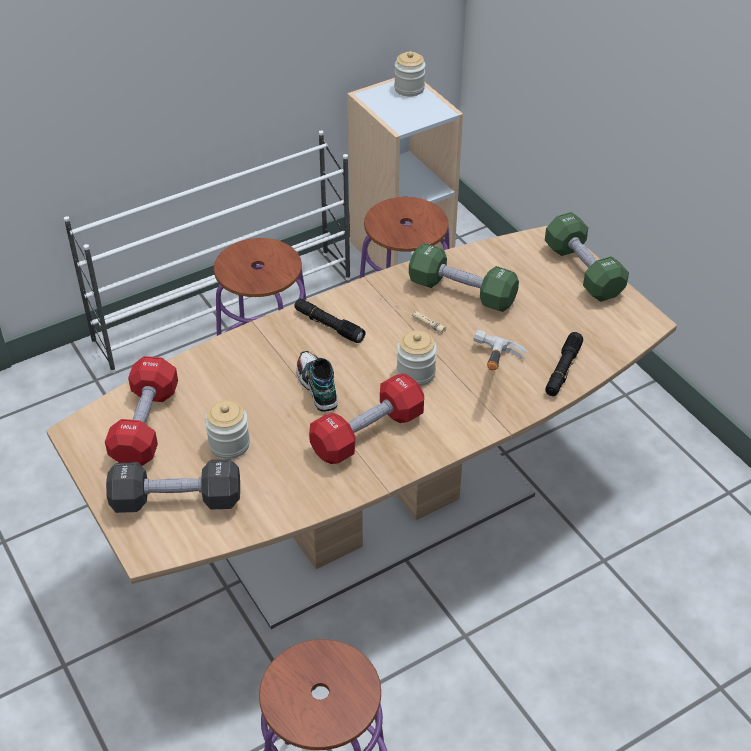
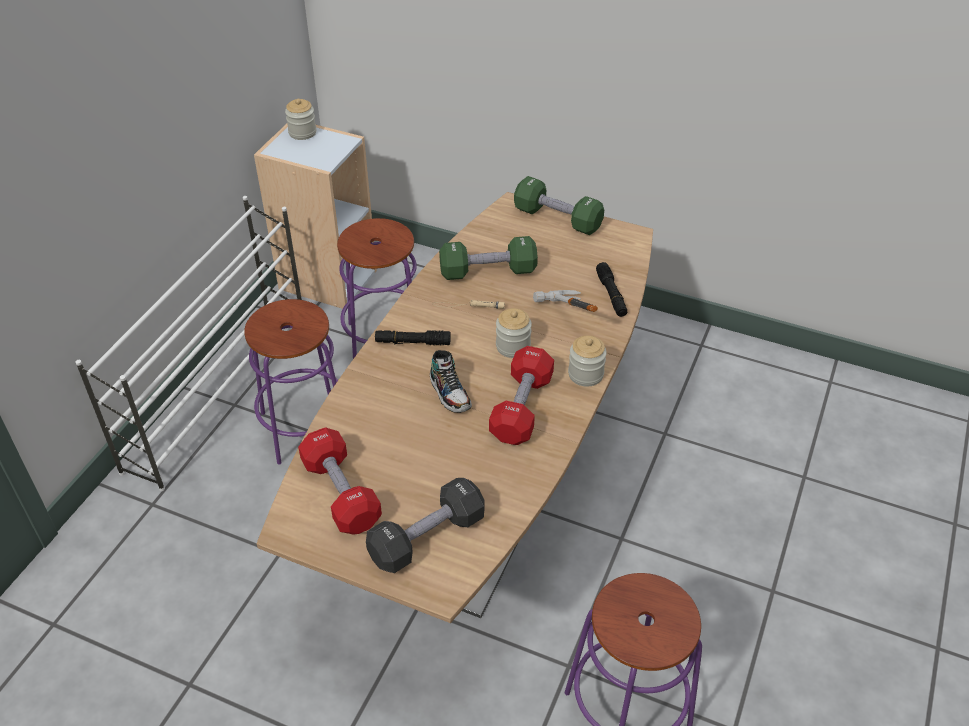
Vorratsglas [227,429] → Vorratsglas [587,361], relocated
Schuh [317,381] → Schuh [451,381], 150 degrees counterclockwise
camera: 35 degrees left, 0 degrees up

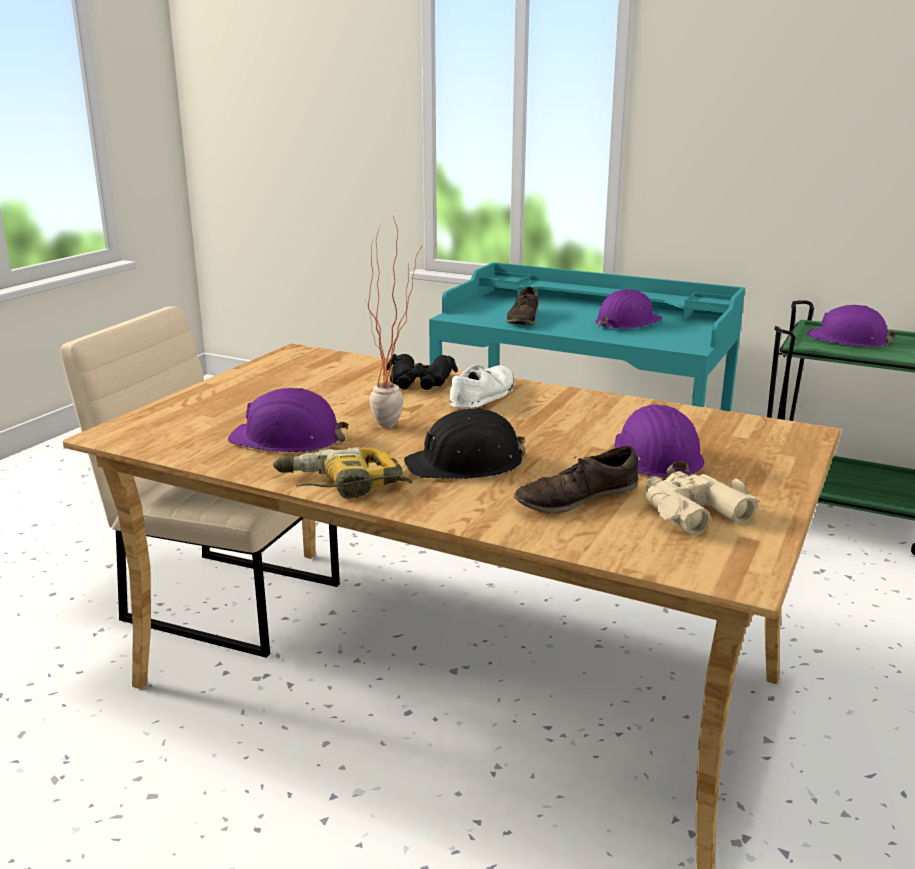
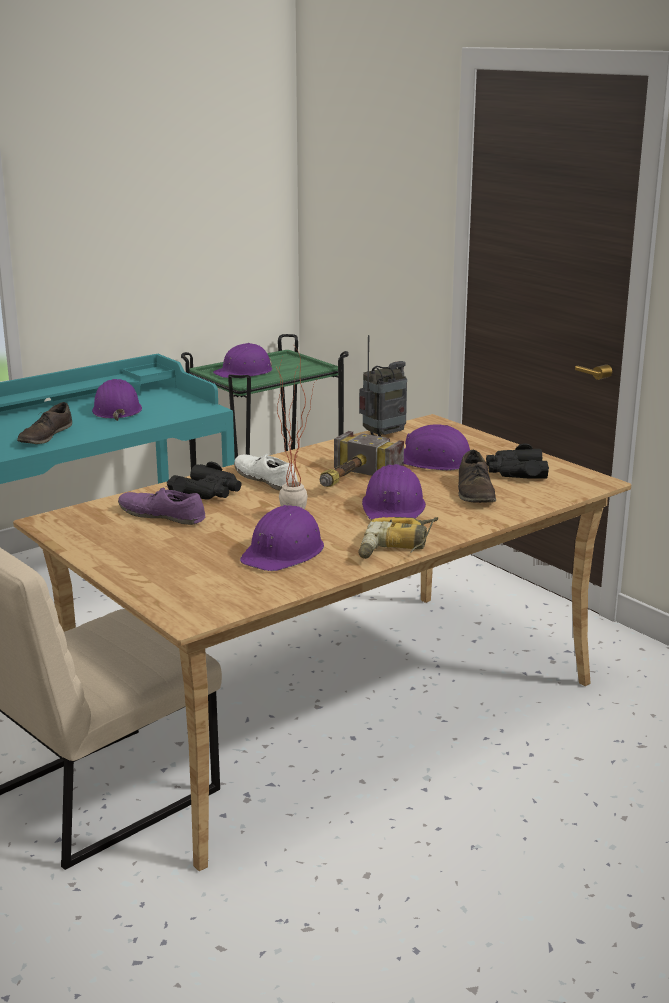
- → Schuh (lila) [161,505]
- → Hammer [361,459]
- → Radio [383,386]
Schutzhelm (schwarz) [464,443] → Schutzhelm (lila) [394,492]
Fernglas (beige) [702,503] → Fernglas (schwarz) [517,461]
Schuh (braun) [522,306] → Schuh (braun) [44,423], 75 degrees clockwise
camera: 65 degrees left, 0 degrees up

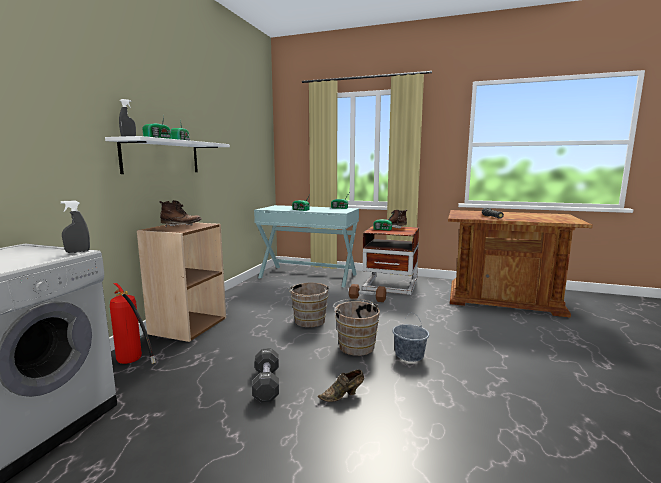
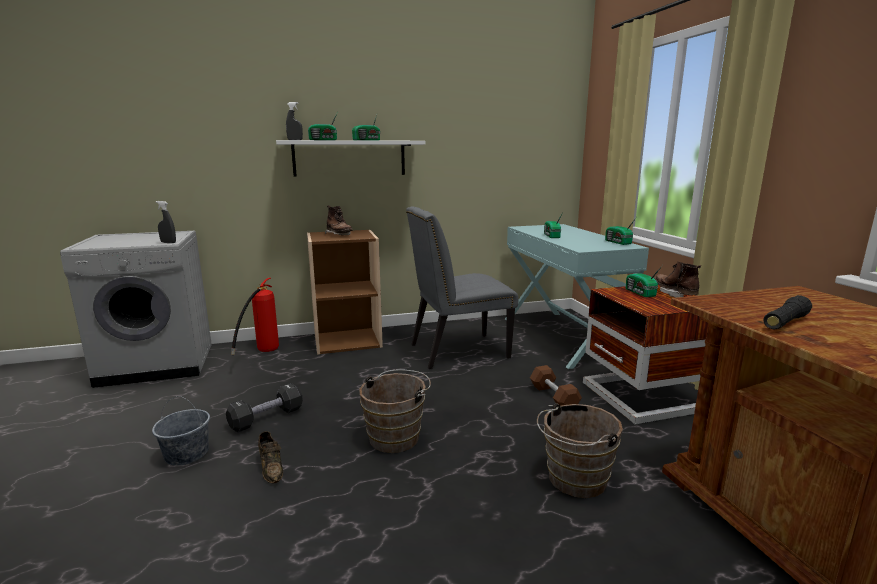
- → Stuhl (grau) [462,287]
Eimer (braun) [309,305] → Eimer (braun) [580,450], relocated
Eimer (grau) [411,337] → Eimer (grau) [181,431], relocated
Schuh (braun) [341,386] → Schuh (braun) [270,457], 150 degrees counterclockwise
camera: 55 degrees right, 5 degrees up

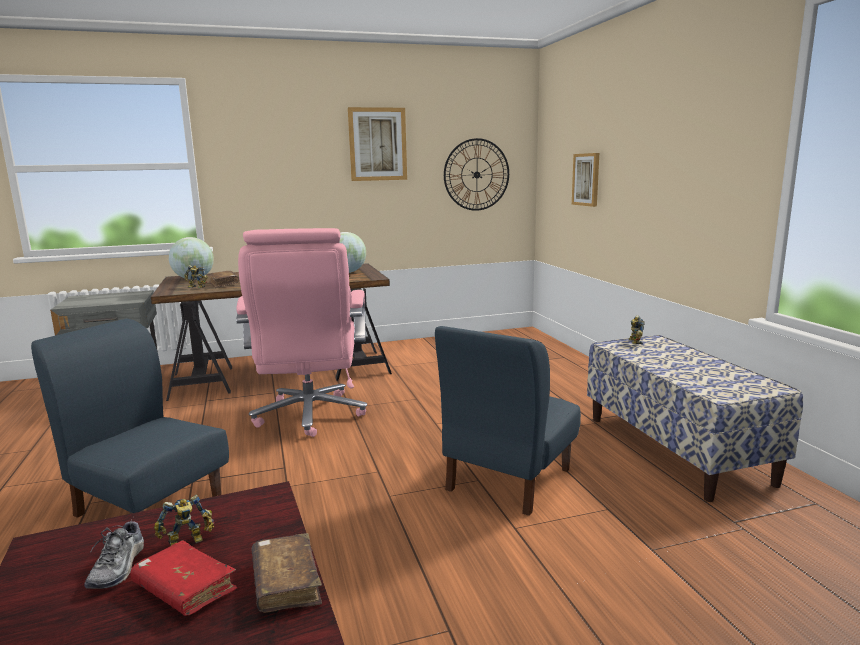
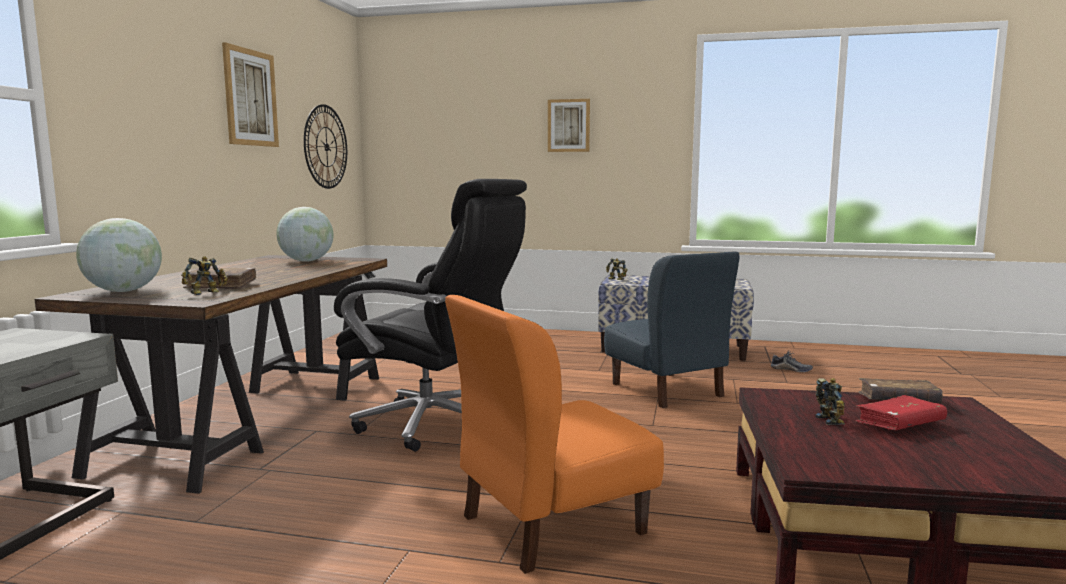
Schuh [114,555] → Schuh [792,361], relocated
Bild [585,180] → Bild [569,125], relocated
Stuhl (blau) [130,418] → Stuhl (orange) [554,434]
Bürostuhl (rosa) [301,332] → Bürostuhl (schwarz) [430,315]
camera: 60 degrees left, 5 degrees down

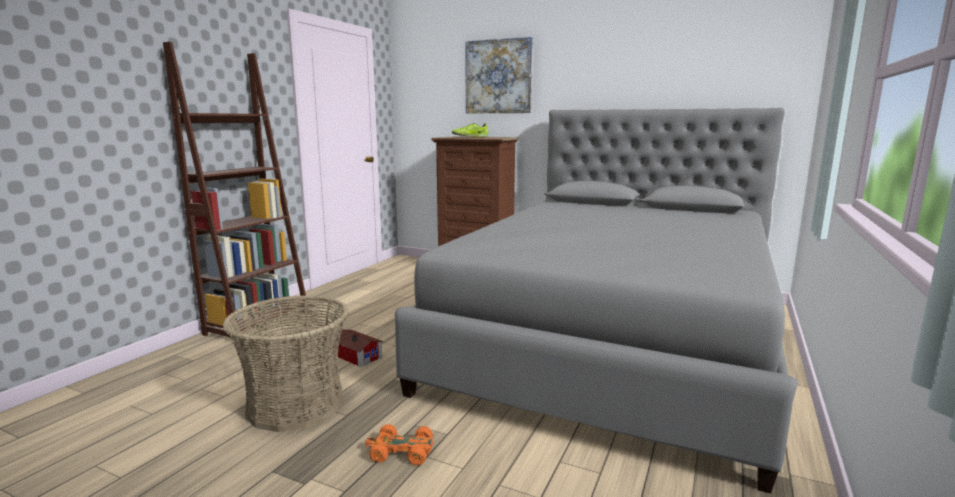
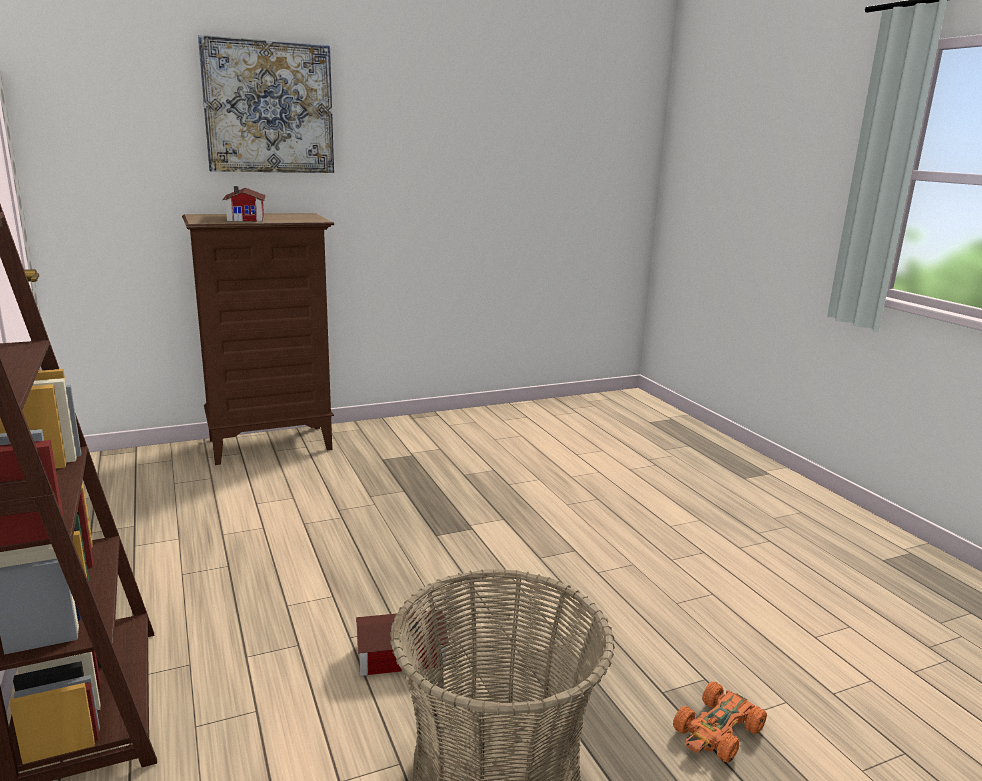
Bett (grau) [596,301] → -
Schuh [470,130] → Spielzeughaus [244,204]
camera: 50 degrees left, 5 degrees up

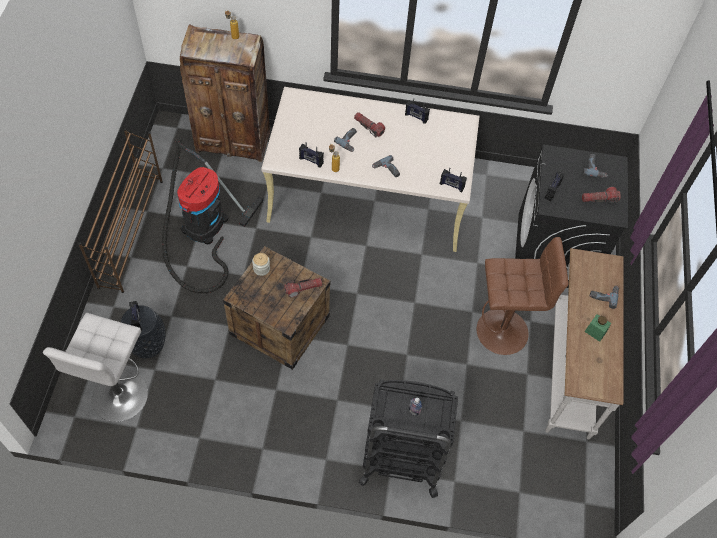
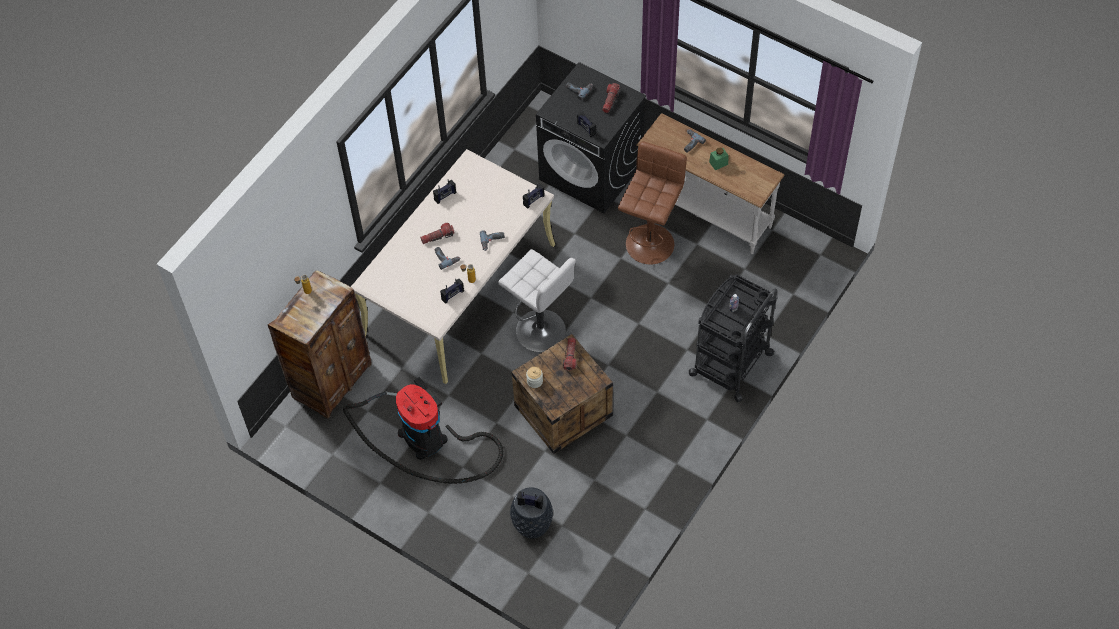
Schuhregal (braun) [120,210] → -
Hocker (weiß) [95,367] → Hocker (weiß) [537,300], relocated
camera: 60 degrees left, 0 degrees up

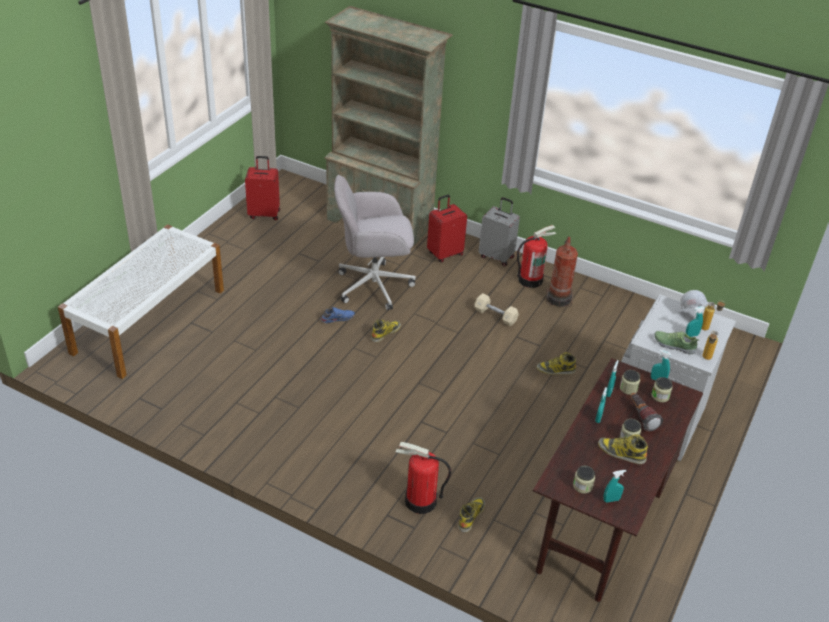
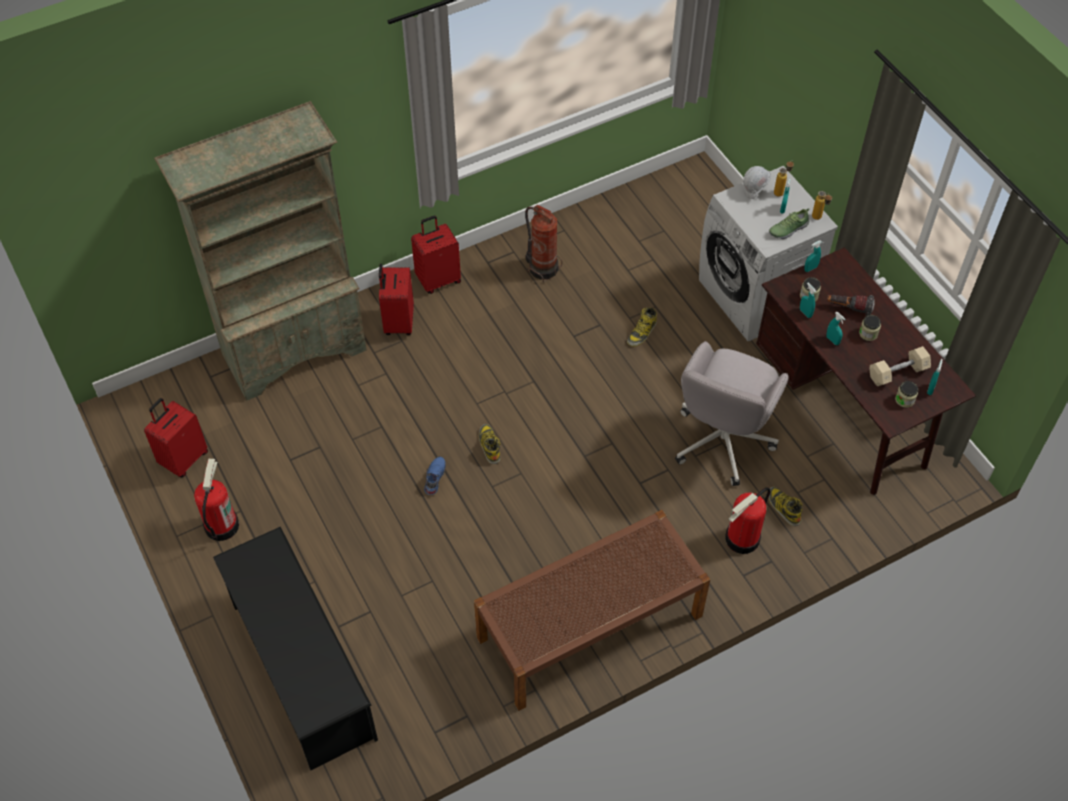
Stiefel [623,449] → -
Vorratsglas [662,389] → -
- → Bank (braun) [592,610]
Bürostuhl (grau) [375,243] → Bürostuhl (grau) [732,413], relocated
Hantel (beige) [496,309] → Hantel (beige) [900,366], relocated
Feuerlöscher [537,256] → Feuerlöscher [216,500], relocated
Bank (weiß) [141,301] → Schuhregal (schwarz) [295,648]
Koffer (grau) [499,232] → Koffer (rot) [436,255]
camera: 55 degrees left, 15 degrees up

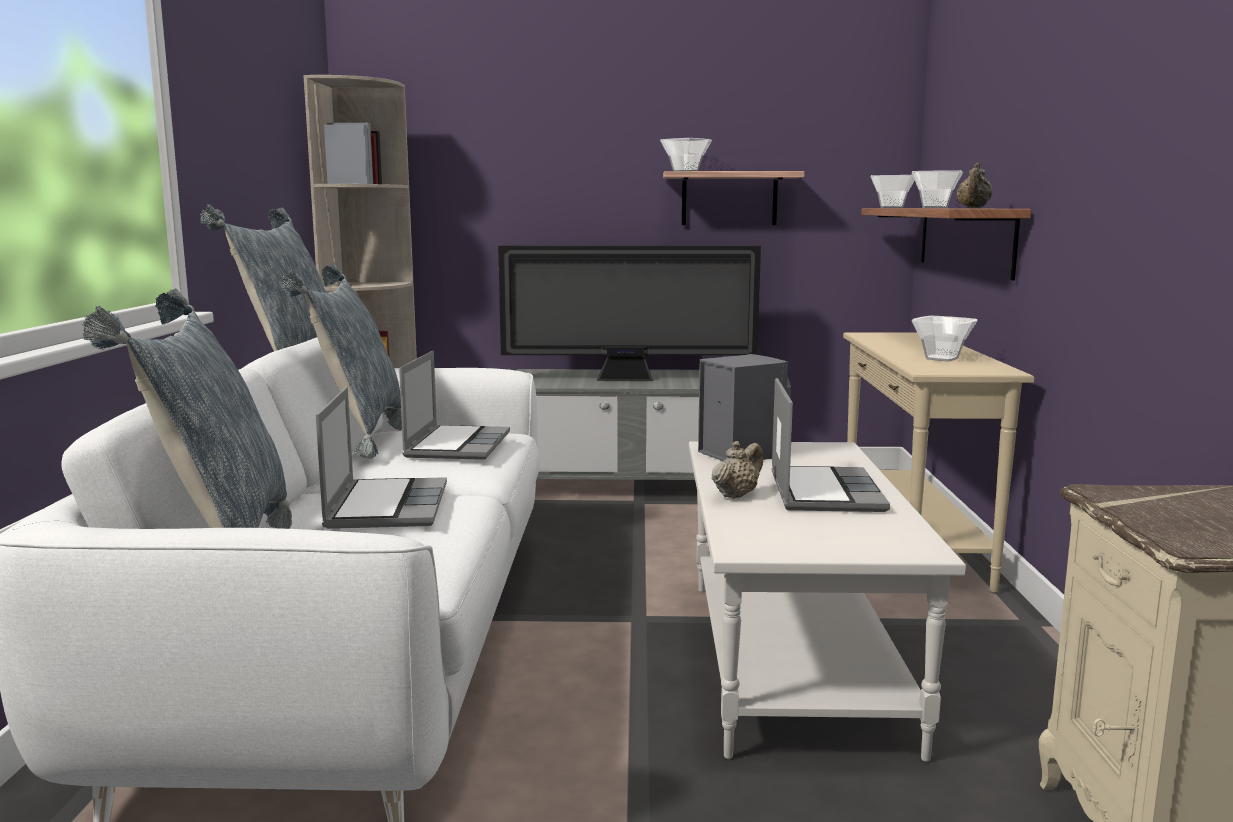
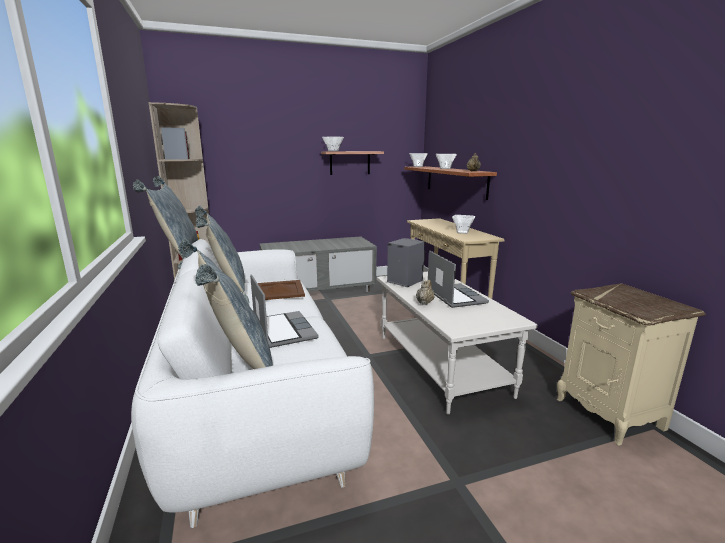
Fernseher [629,313] → -
Laptop [454,405] → Tablett (braun) [281,290]
camera: 20 degrees left, 5 degrees up

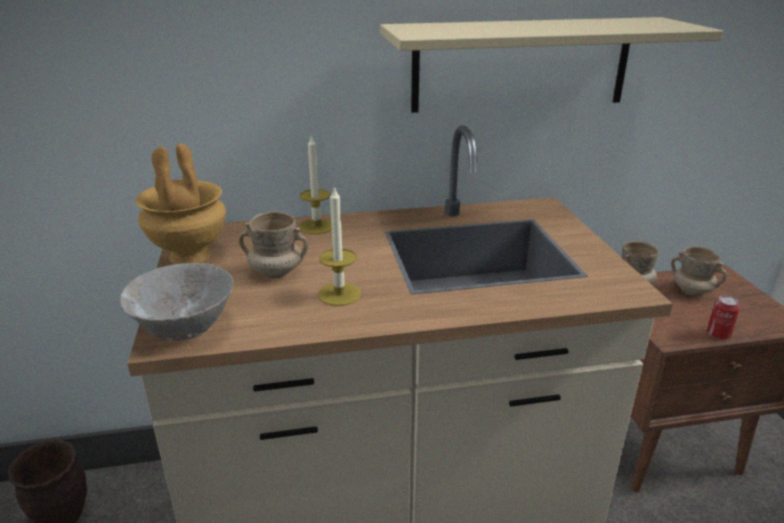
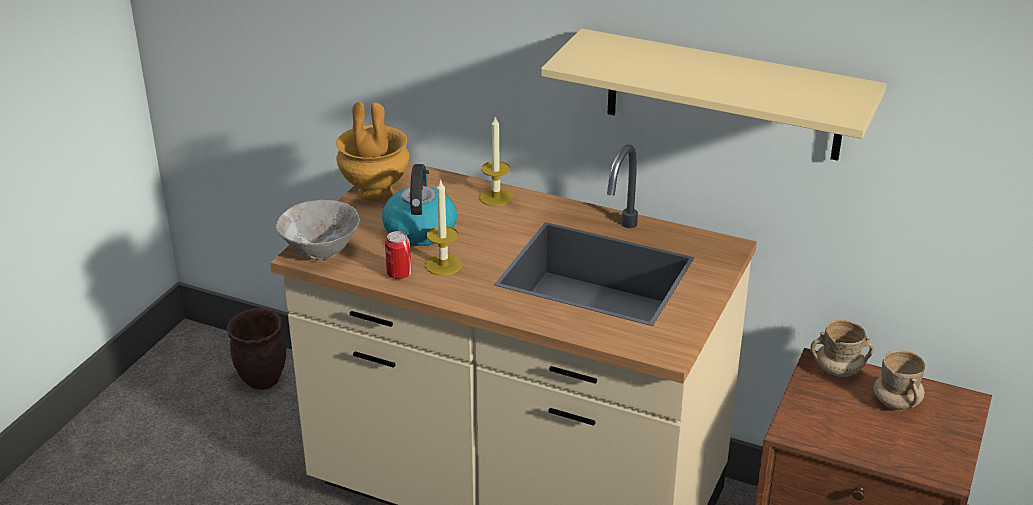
Dose [723,317] → Dose [398,255], relocated
Henkelbecher (beige) [273,245] → Wasserkessel [419,205]
camera: 35 degrees right, 5 degrees up

